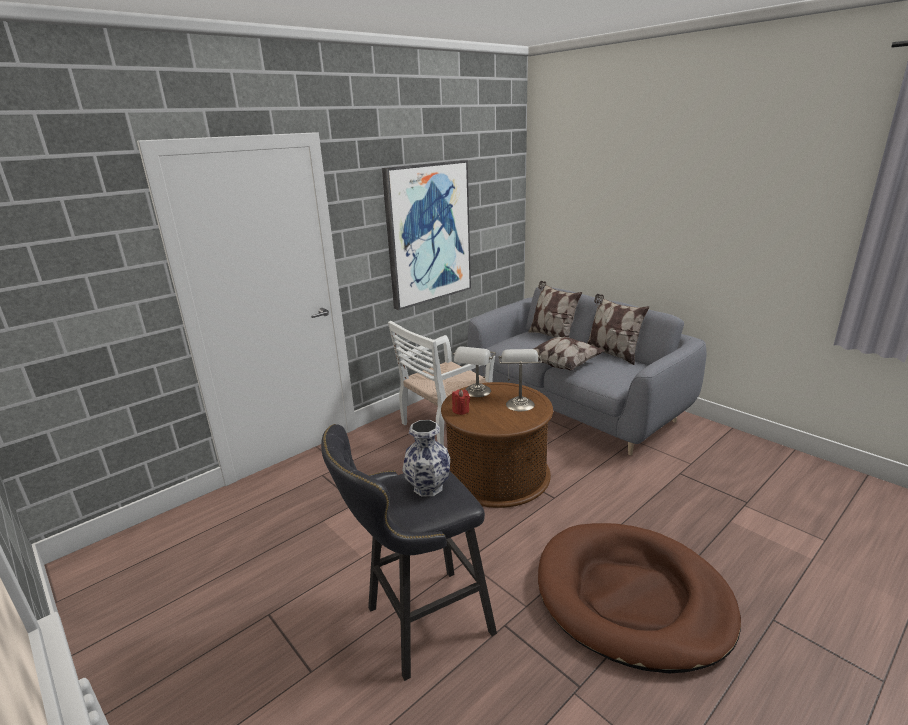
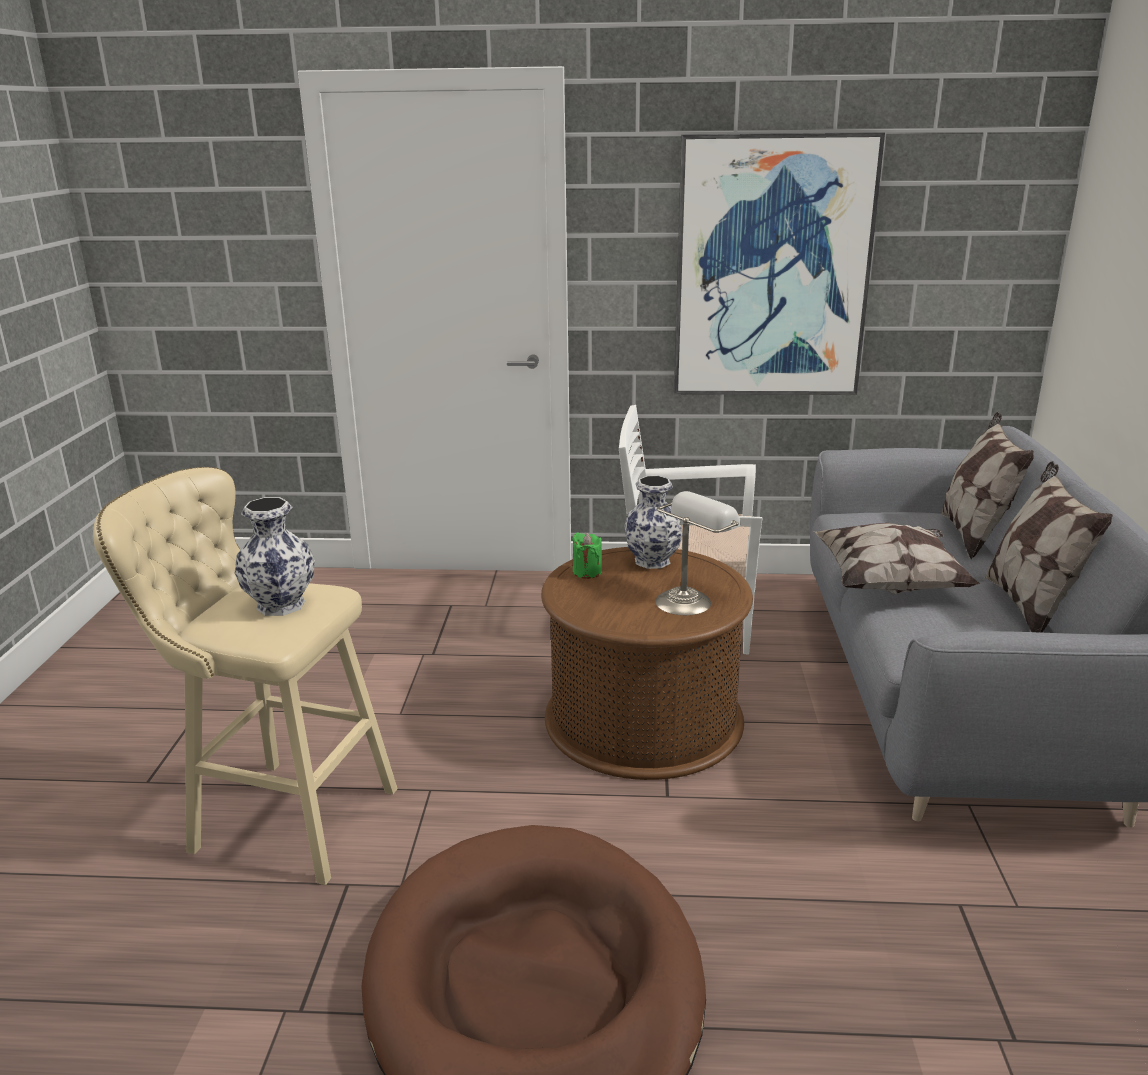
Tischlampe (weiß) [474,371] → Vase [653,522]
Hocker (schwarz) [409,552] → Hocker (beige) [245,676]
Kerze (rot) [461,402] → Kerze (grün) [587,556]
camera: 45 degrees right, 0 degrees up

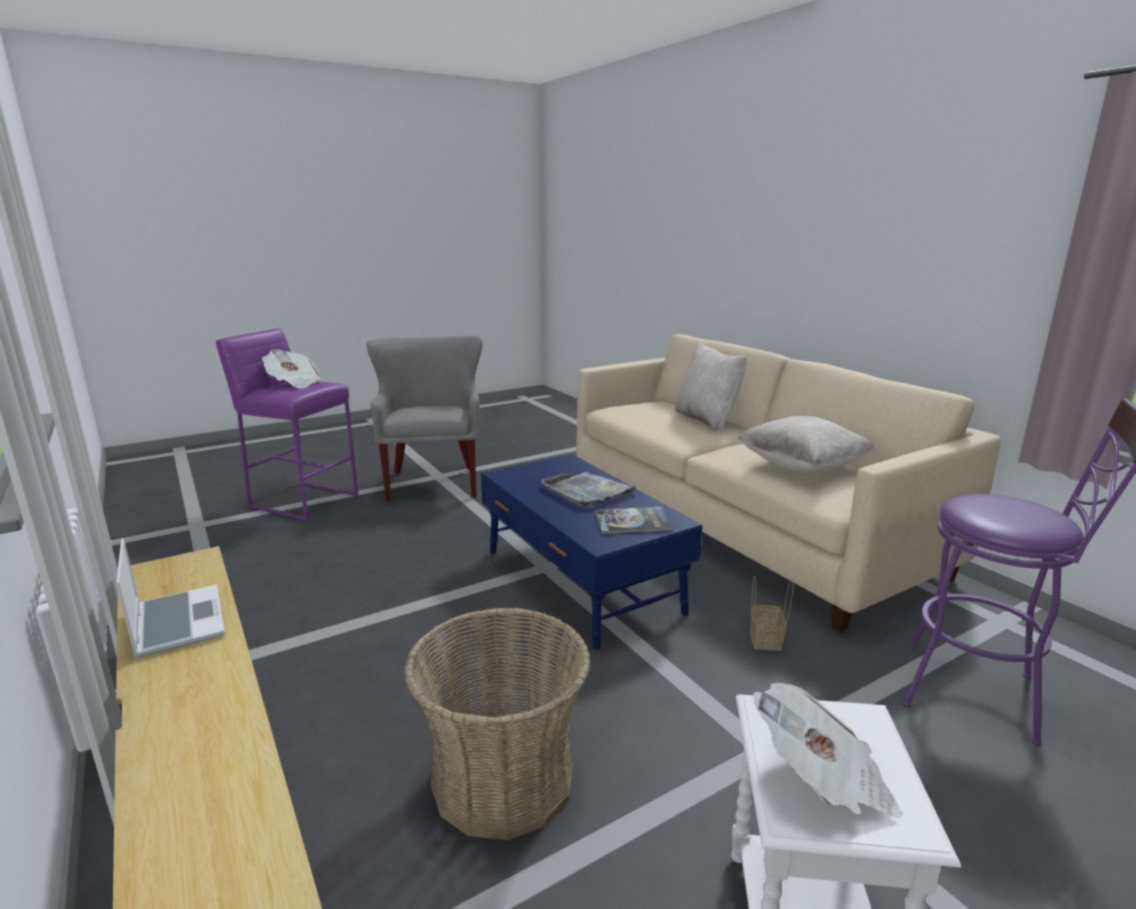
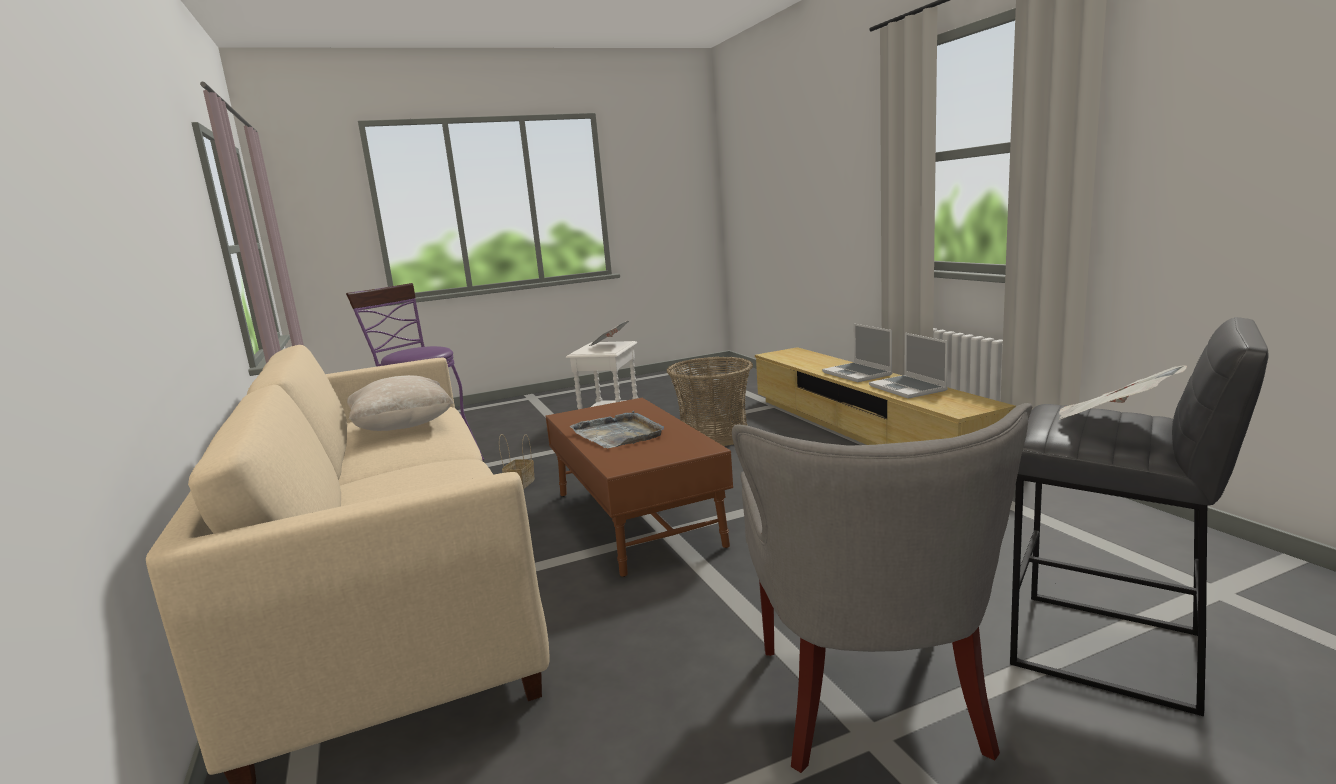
Buch [634,520] → -
Kissen (beige) [711,387] → -
- → Laptop [857,353]
Hocker (lila) [287,425] → Hocker (grau) [1139,516]
Couchtisch (blau) [592,552] → Couchtisch (braun) [639,487]
camera: 170 degrees left, 5 degrees down

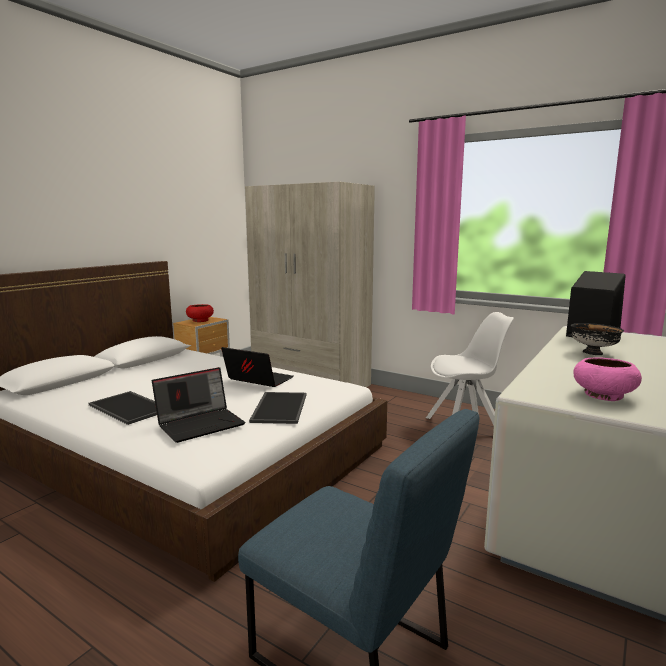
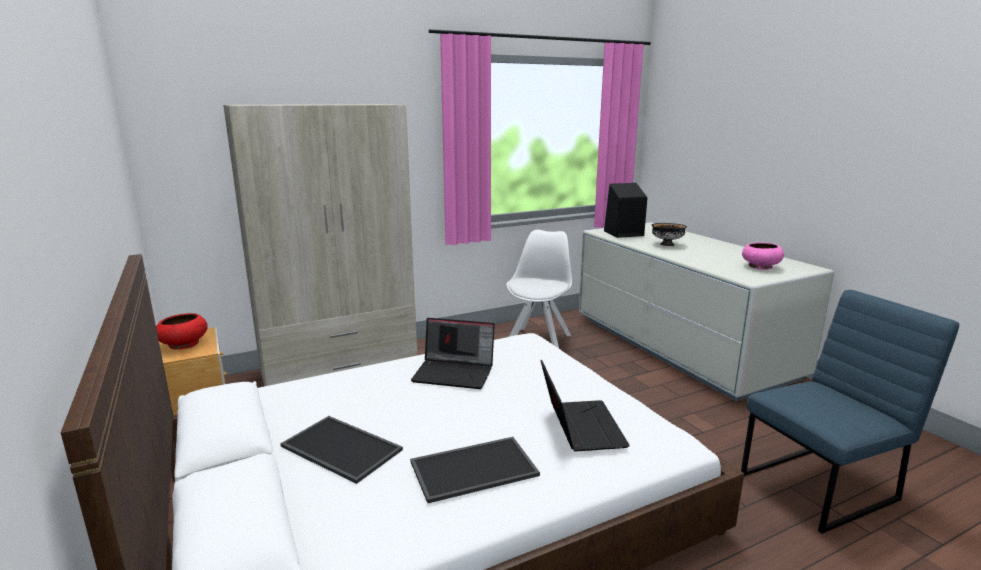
Tablett [277,408] → Tablett [341,450], relocated
Laptop [257,367] → Laptop [453,353], 135 degrees counterclockwise
camera: 60 degrees left, 5 degrees up

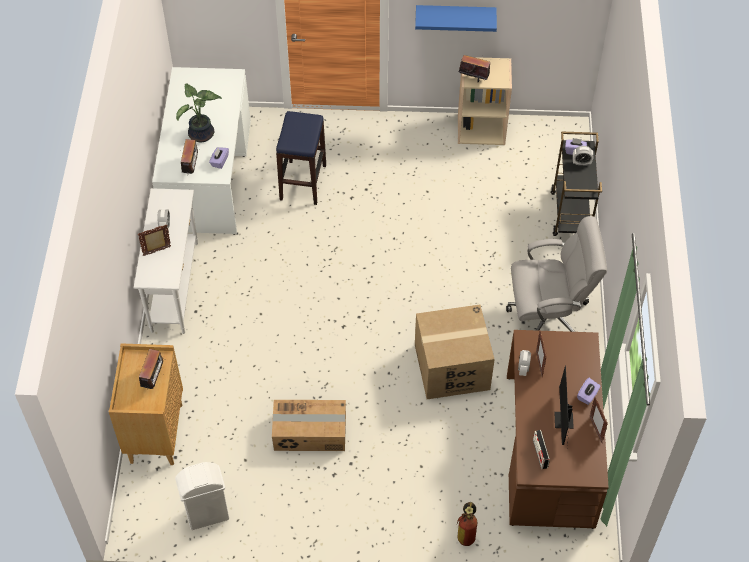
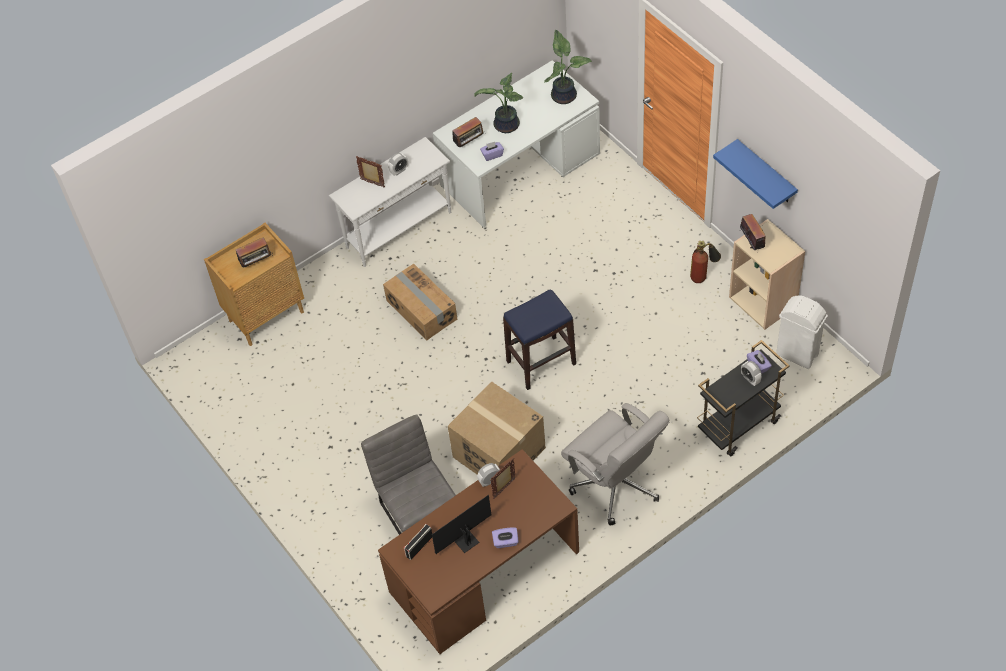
Bilderrahmen [599,420] → -
- → Stuhl (grau) [408,474]
- → Topfpflanze [568,67]
Mülleimer (weiß) [202,496] → Mülleimer (weiß) [802,332], relocated
Karton [309,425] → Karton [420,302], relocated
Hocker [301,158] → Hocker [539,339], relocated
Feuerlöscher [467,524] → Feuerlöscher [705,262], relocated
camera: 55 degrees right, 0 degrees up

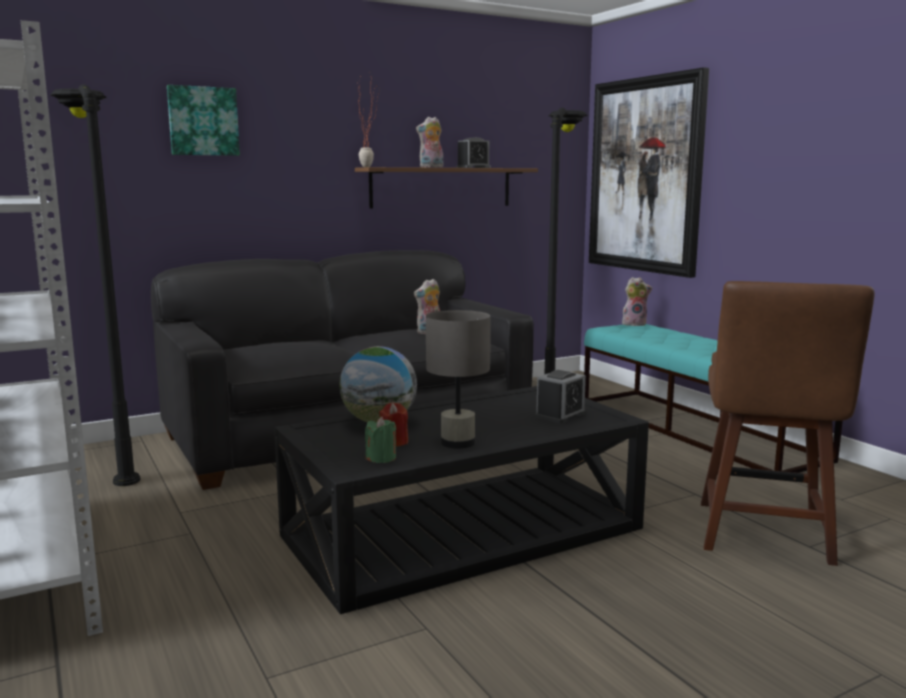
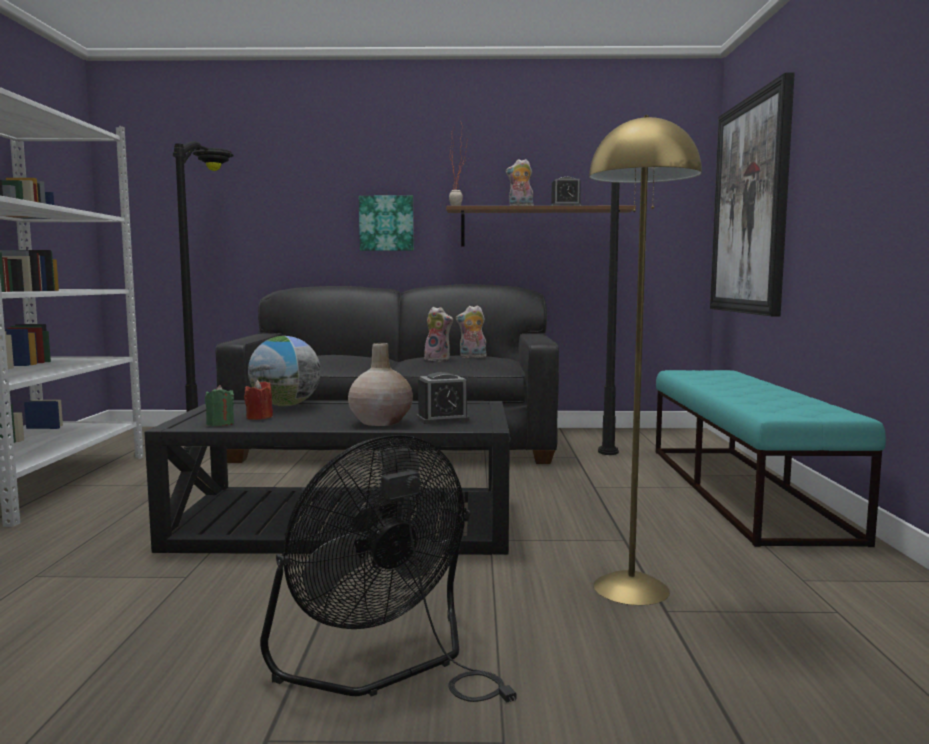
Tischlampe (grau) [458,379] → -
- → Ventilator (schwarz) [388,568]
- → Vase (beige) [380,384]
Bild [203,120] → Bild [386,223], relocated
Plüschtier [637,301] → Plüschtier [438,334], relocated
Hocker (braun) [788,423] → Stehlampe (gelb) [645,360]
camera: 30 degrees right, 5 degrees down

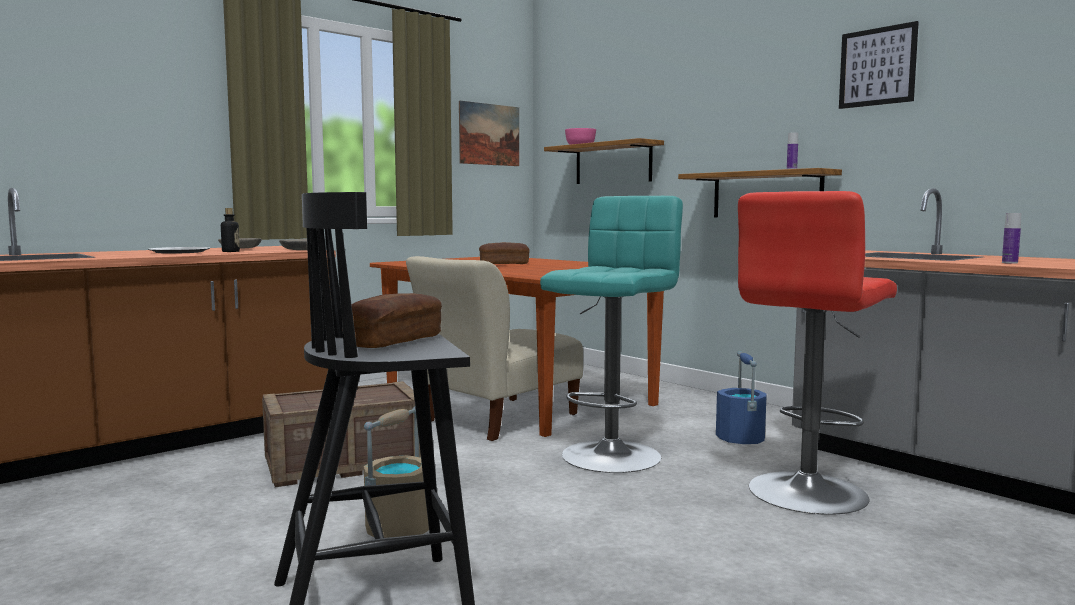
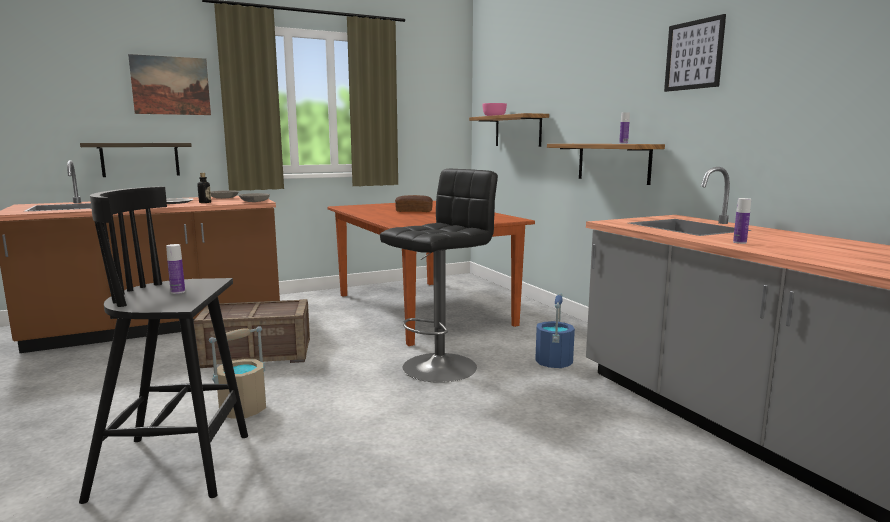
Stuhl (beige) [494,348] → -
Hocker (rot) [817,353] → -
- → Wandregal [136,160]
Bild [489,133] → Bild [169,84], relocated
Brot [397,320] → Flasche [175,269]
Hocker (türkis) [611,334] → Hocker (schwarz) [439,276]
camera: 15 degrees right, 5 degrees up

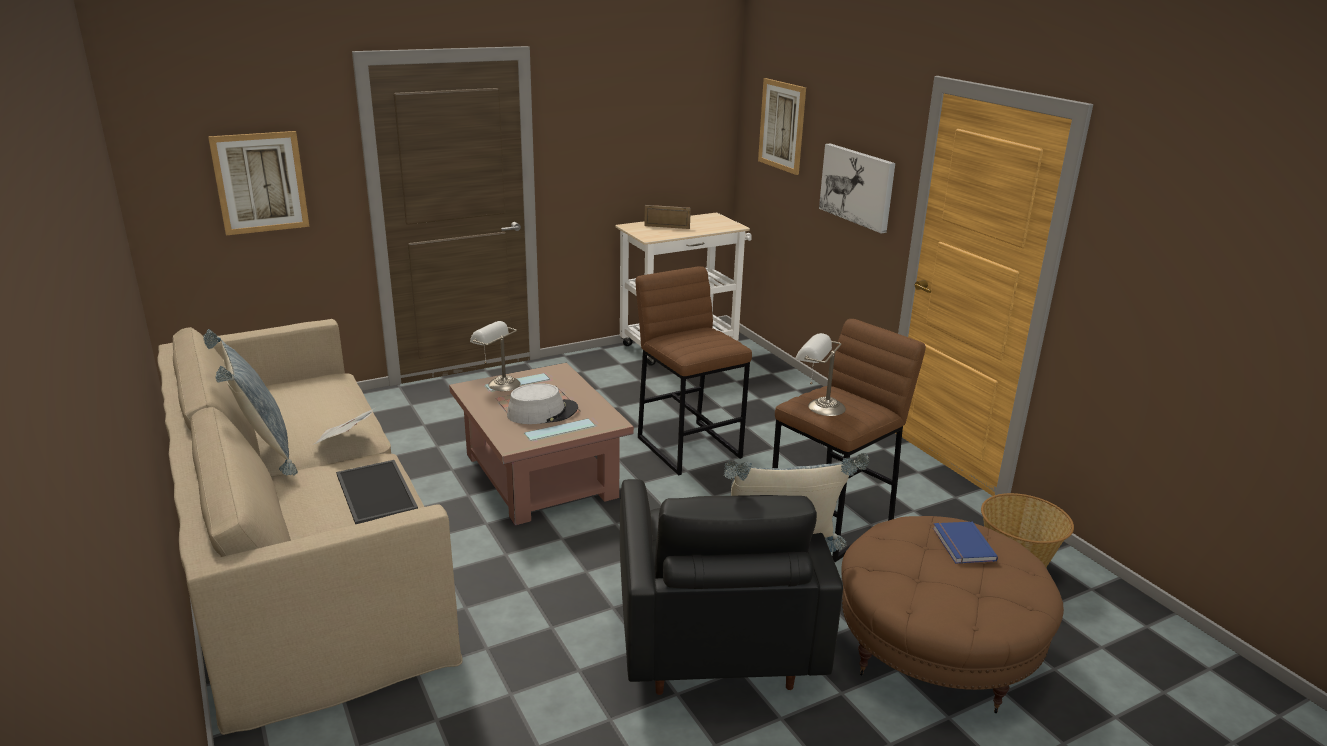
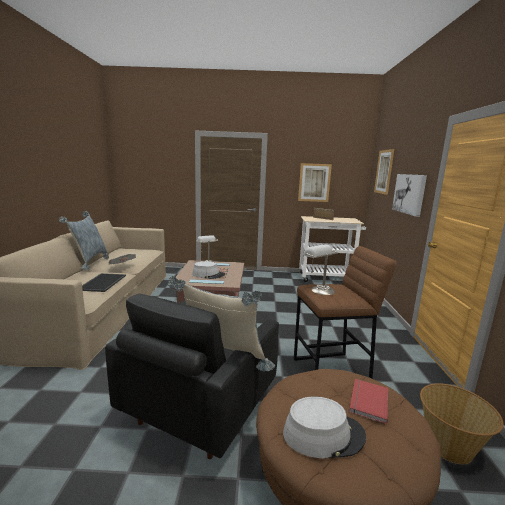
Hocker (braun) [693,370] → -
- → Hut (grau) [324,427]
Bild [259,183] → Bild [315,182], relocated
Buch (blau) [965,543] → Buch (rot) [369,401]
camera: 30 degrees right, 10 degrees down

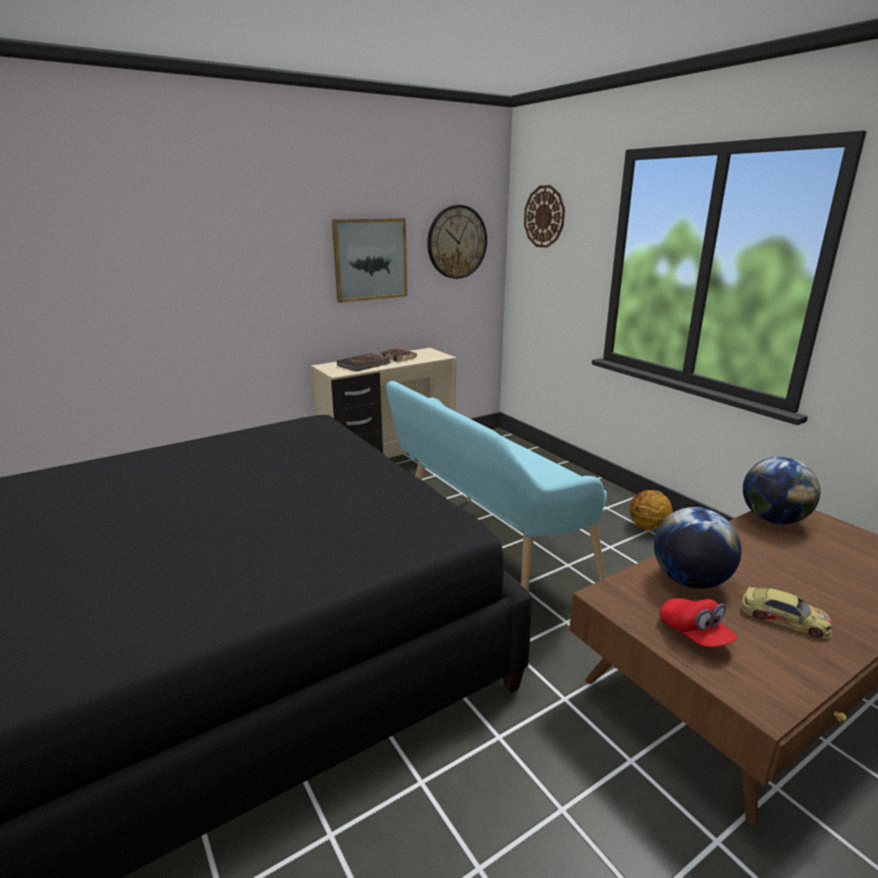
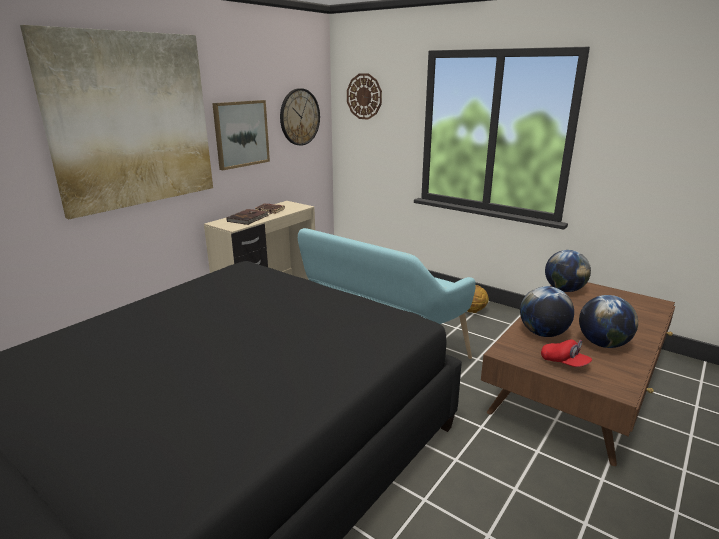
- → Bild [116,122]
Spielzeugauto [787,613] → Globus [608,321]
camera: 20 degrees left, 0 degrees up

